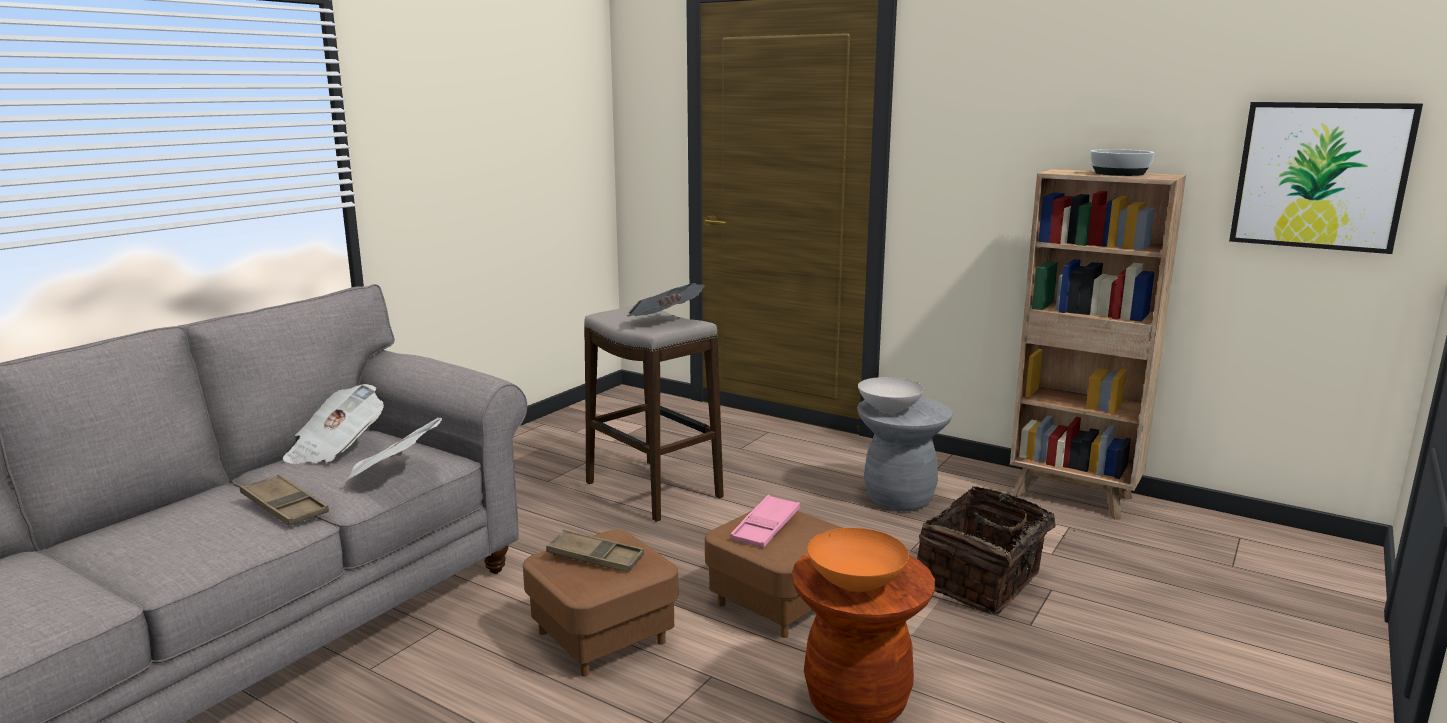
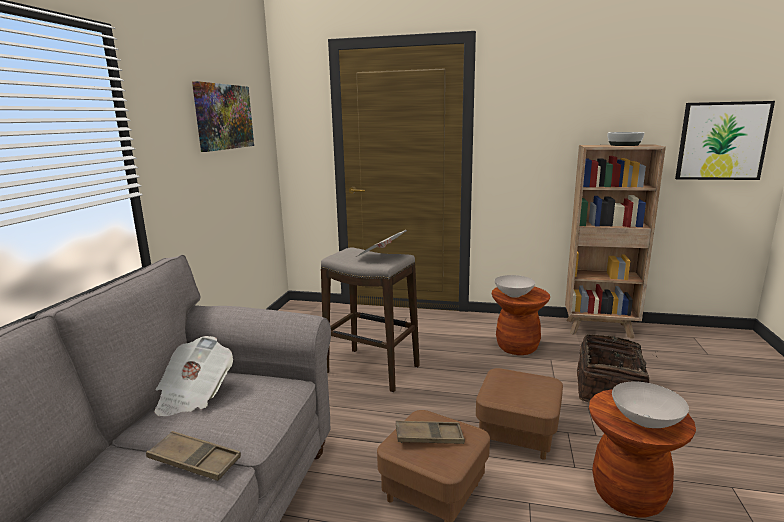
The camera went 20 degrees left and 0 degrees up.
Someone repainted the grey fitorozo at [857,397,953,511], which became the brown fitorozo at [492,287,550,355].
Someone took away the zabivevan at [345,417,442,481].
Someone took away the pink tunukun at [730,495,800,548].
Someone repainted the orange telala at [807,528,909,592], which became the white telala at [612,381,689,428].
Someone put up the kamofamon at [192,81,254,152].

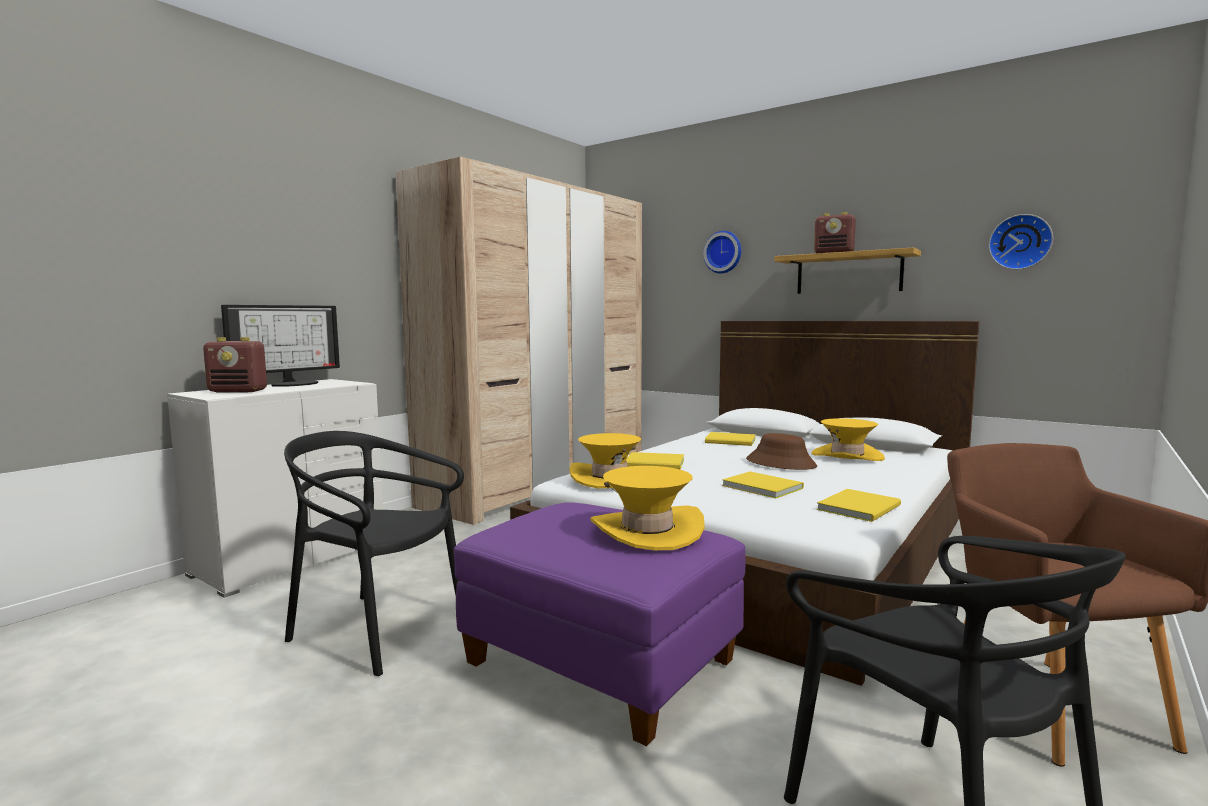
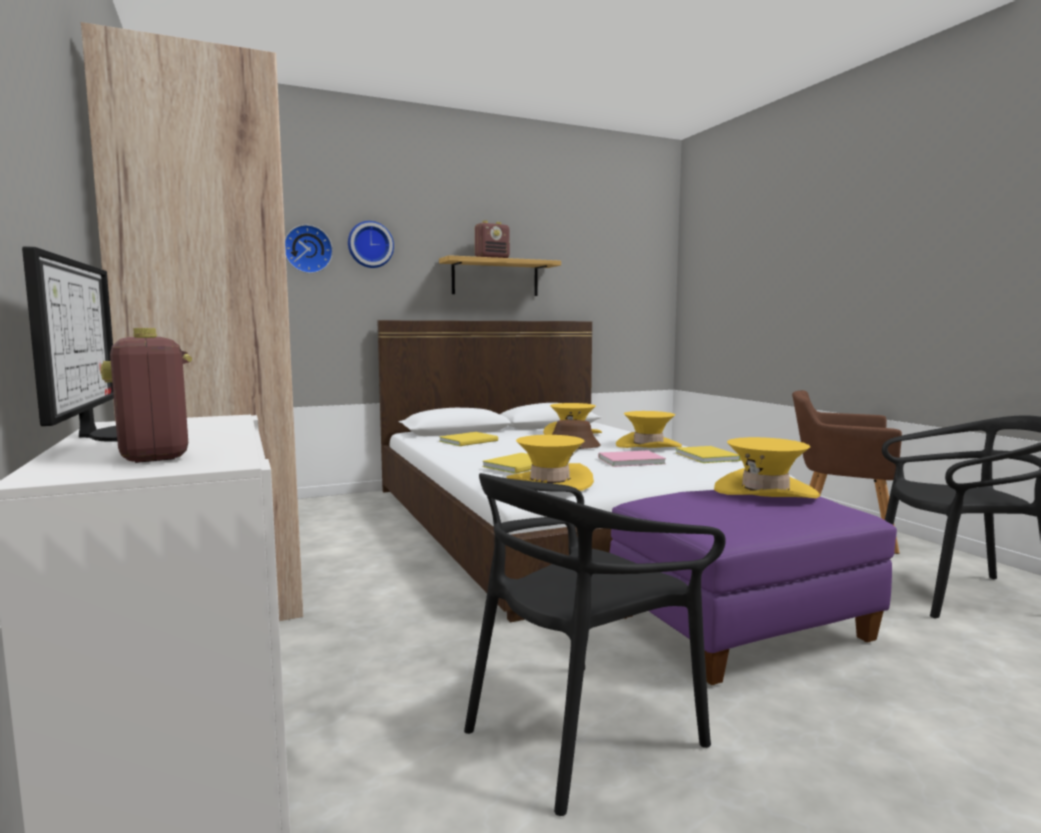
The camera went 60 degrees left and 0 degrees up.
Someone carried the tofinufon from [989,214,1053,270] to [285,225,333,273].
Someone rotated the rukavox at [203,337,267,393] by 120 degrees clockwise.
Someone repainted the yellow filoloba at [722,471,804,498], which became the pink filoloba at [598,450,666,467].
Someone put down the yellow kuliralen at [616,411,682,448].

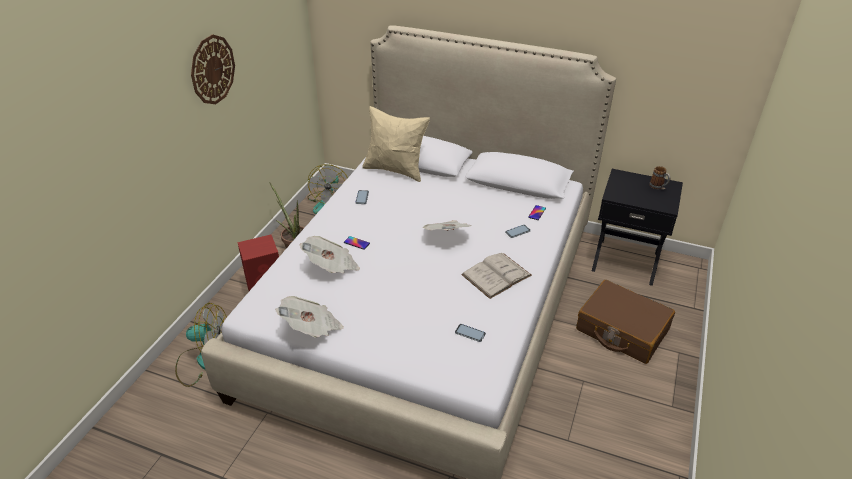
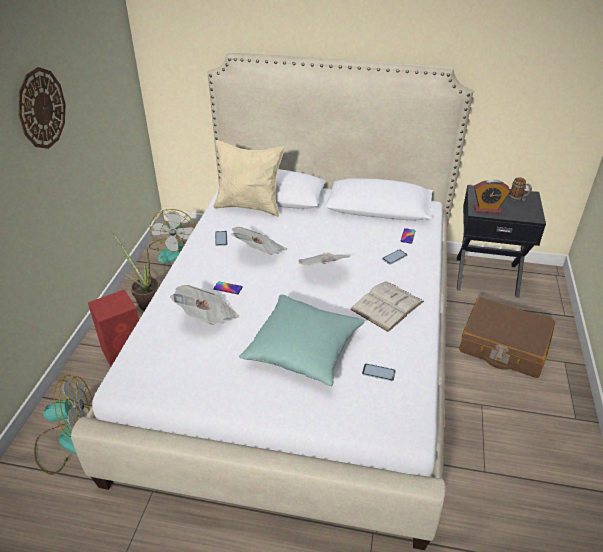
The camera went 10 degrees left and 0 degrees up.
Someone carried the zabivevan from [275,296,344,338] to [231,227,288,255].
Someone put down the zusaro at [474,179,510,214].
Someone put down the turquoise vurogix at [239,295,365,386].

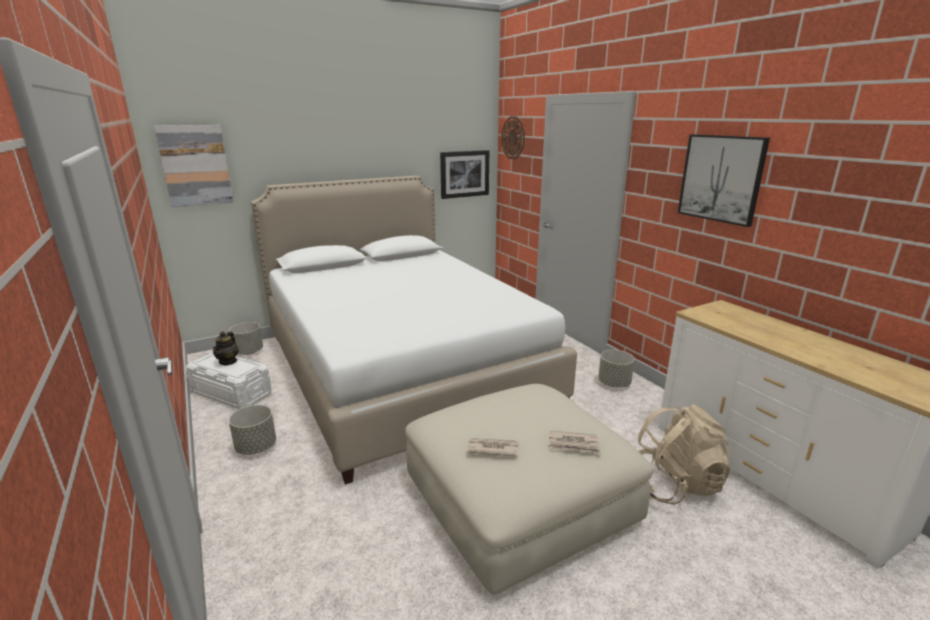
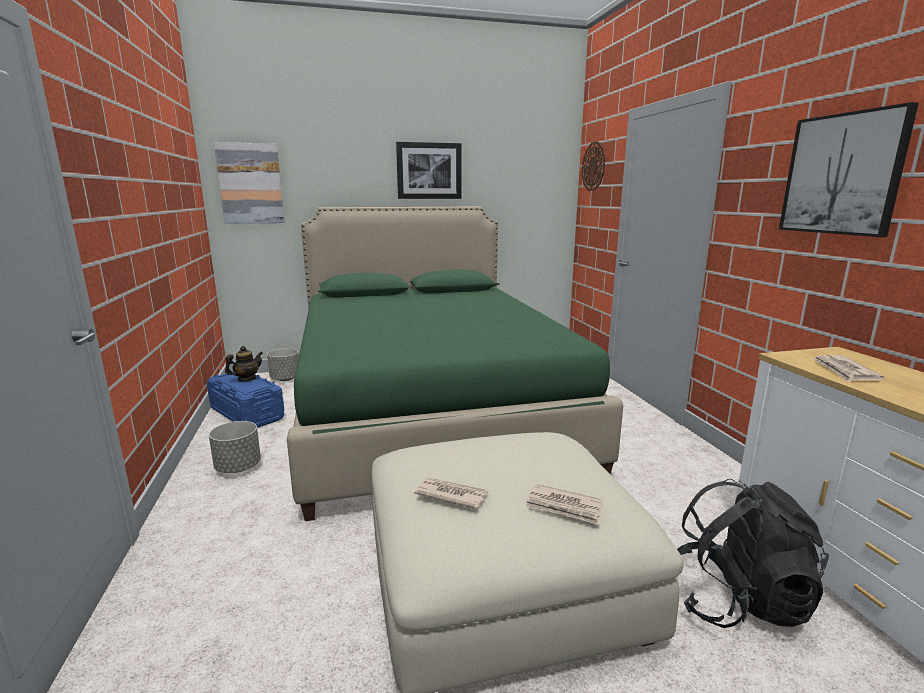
The camera went 15 degrees right and 5 degrees down.
Someone carried the kamofamon from [440,150,489,199] to [396,142,462,199].
Someone repainted the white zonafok at [251,176,577,485], which became the green zonafok at [287,206,623,521].
Someone rotated the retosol at [213,331,239,365] by 150 degrees counterclockwise.
Someone took away the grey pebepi at [598,350,635,388].
Someone repainted the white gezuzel at [186,352,272,409], which became the blue gezuzel at [207,371,284,428].
Someone repainted the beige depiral at [638,404,731,505], which became the black depiral at [677,479,829,628].
Someone put down the zabivevan at [812,355,884,382].

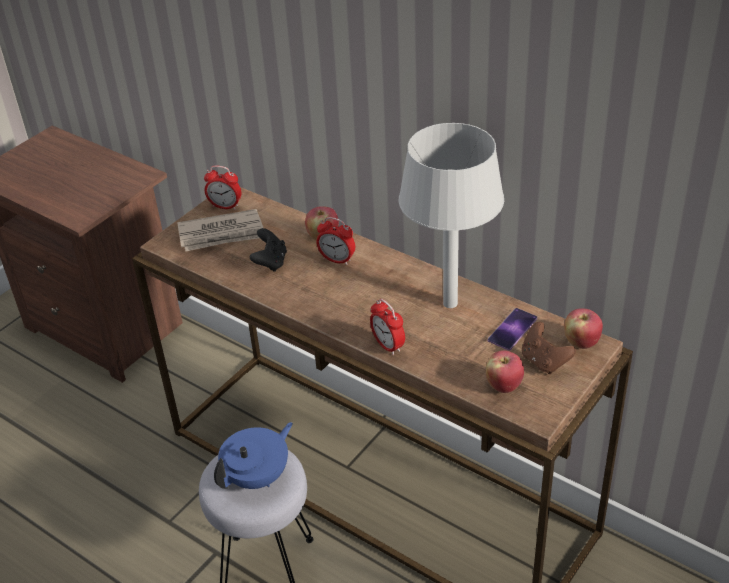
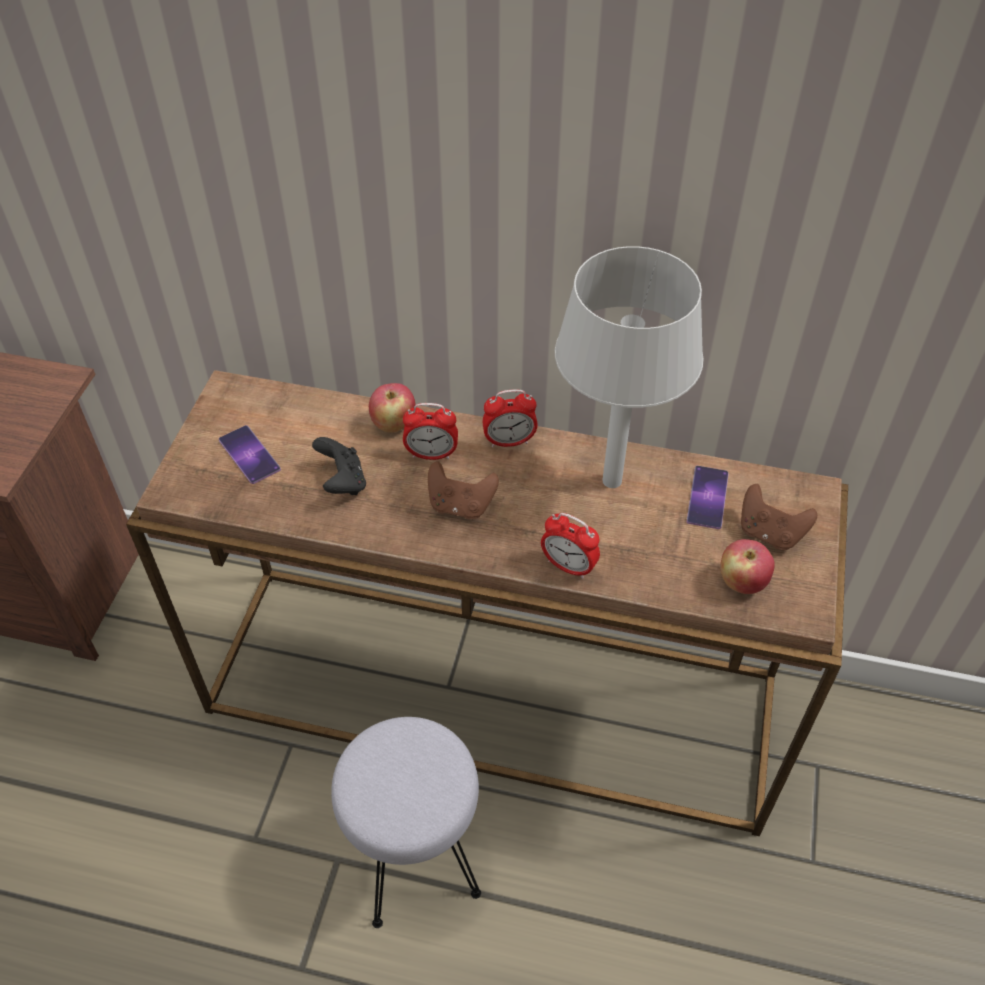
The camera went 25 degrees left and 10 degrees up.
Someone carried the zusaro from [204,165,241,210] to [482,389,538,447].
Someone swapped the zabivevan at [177,209,263,251] for the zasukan at [219,425,281,484].
Someone took away the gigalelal at [564,308,603,349].
Someone took away the blue retosol at [214,422,293,489].
Someone put down the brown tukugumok at [428,461,499,519].

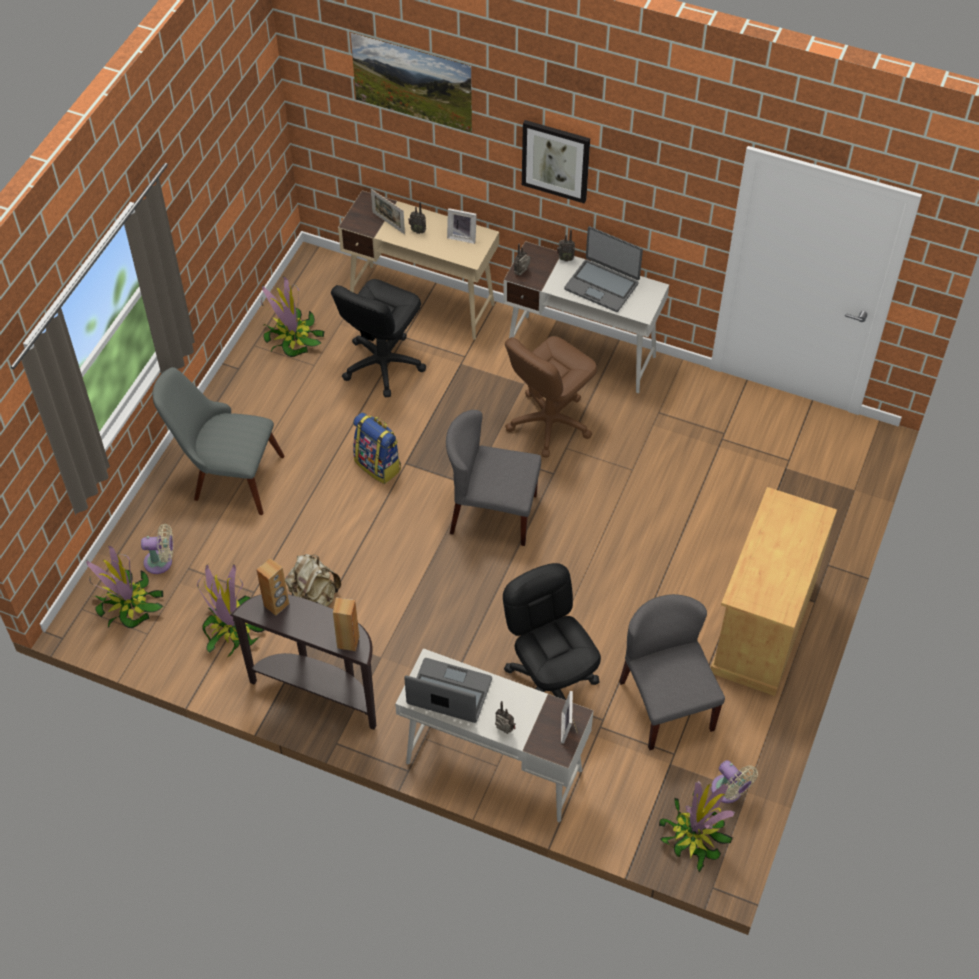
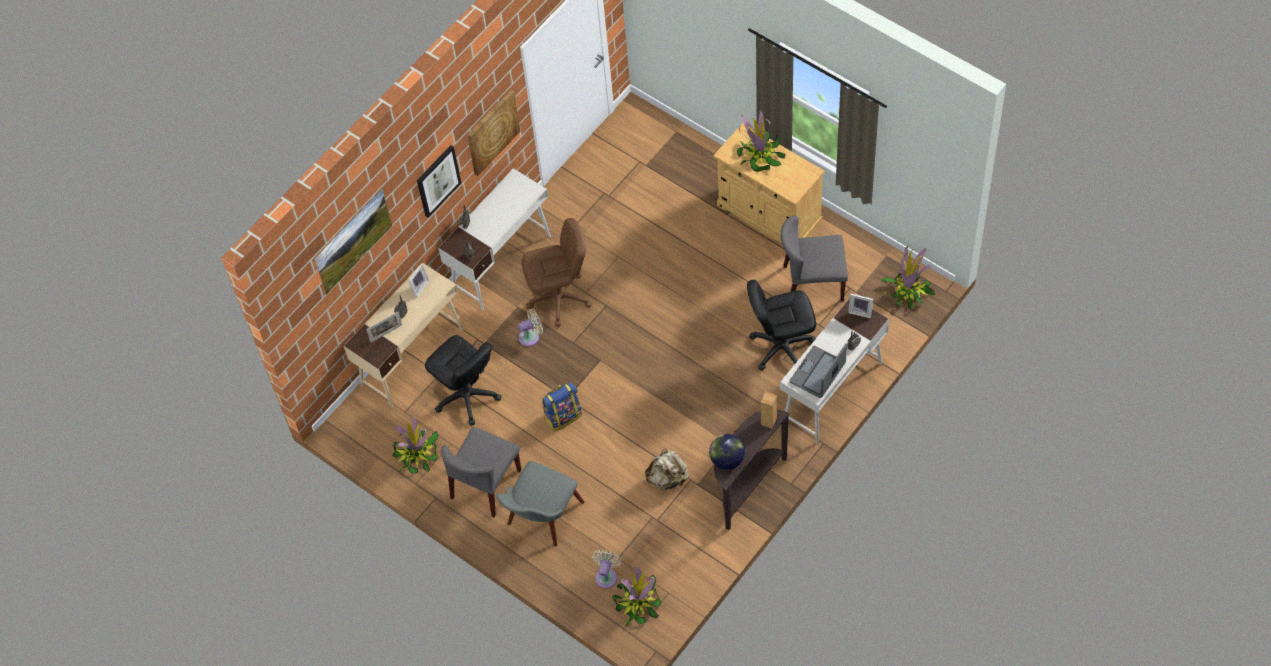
The camera went 70 degrees left and 5 degrees up.
Someone took away the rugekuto at [564,226,643,312].
Someone rotated the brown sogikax at [505,336,597,458] by 75 degrees counterclockwise.
Someone carried the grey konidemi from [446,410,541,546] to [441,427,521,517].
Someone swapped the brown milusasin at [256,558,289,616] for the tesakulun at [709,434,745,470].
Someone carried the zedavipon from [197,564,264,657] to [737,110,786,172].
Someone carried the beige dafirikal from [711,760,758,803] to [518,309,543,347].
Someone put up the kamofamon at [467,89,521,176].

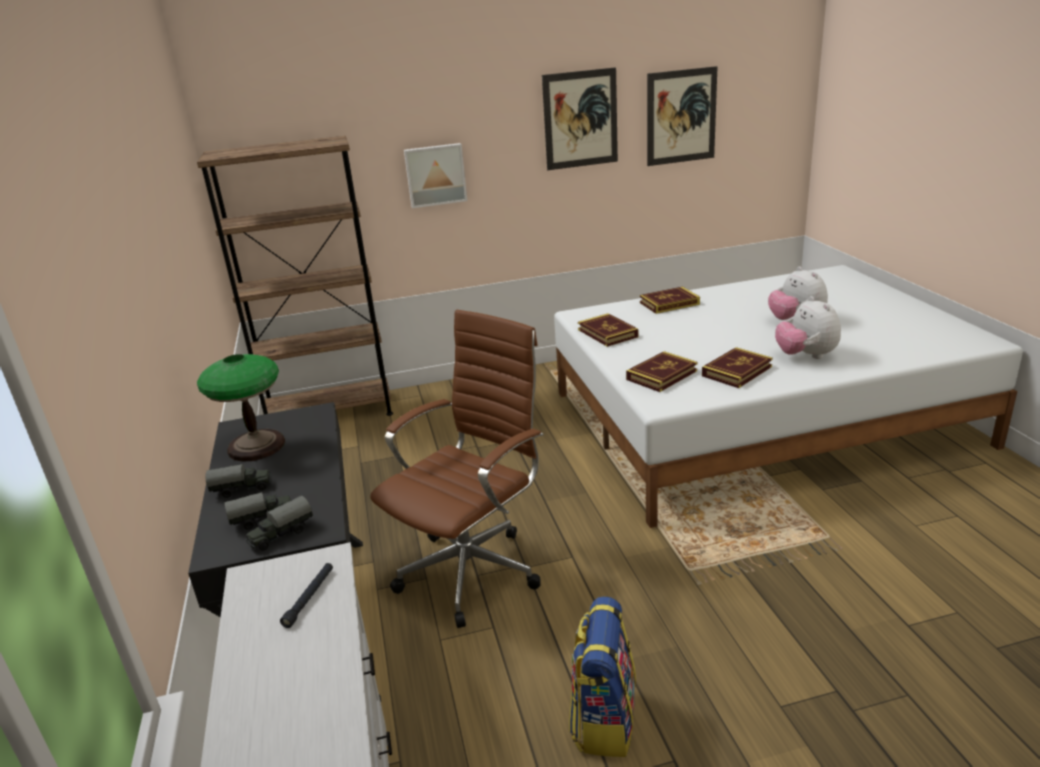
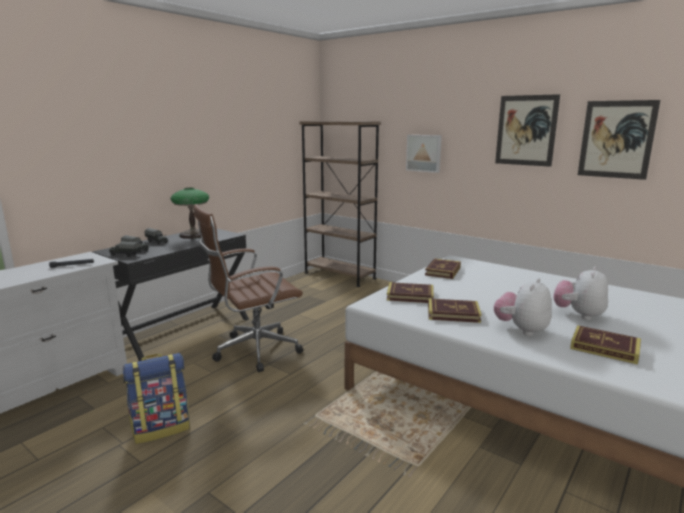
The camera went 50 degrees right and 10 degrees down.
Someone carried the filoloba from [640,287,700,314] to [570,325,641,365].
Someone rotated the brown sogikax at [370,309,543,628] by 150 degrees clockwise.

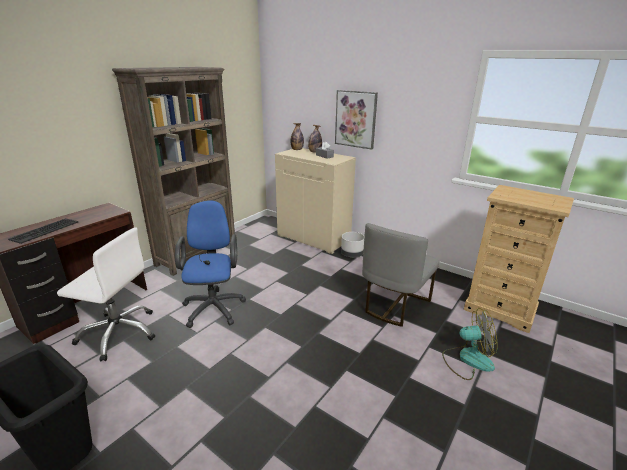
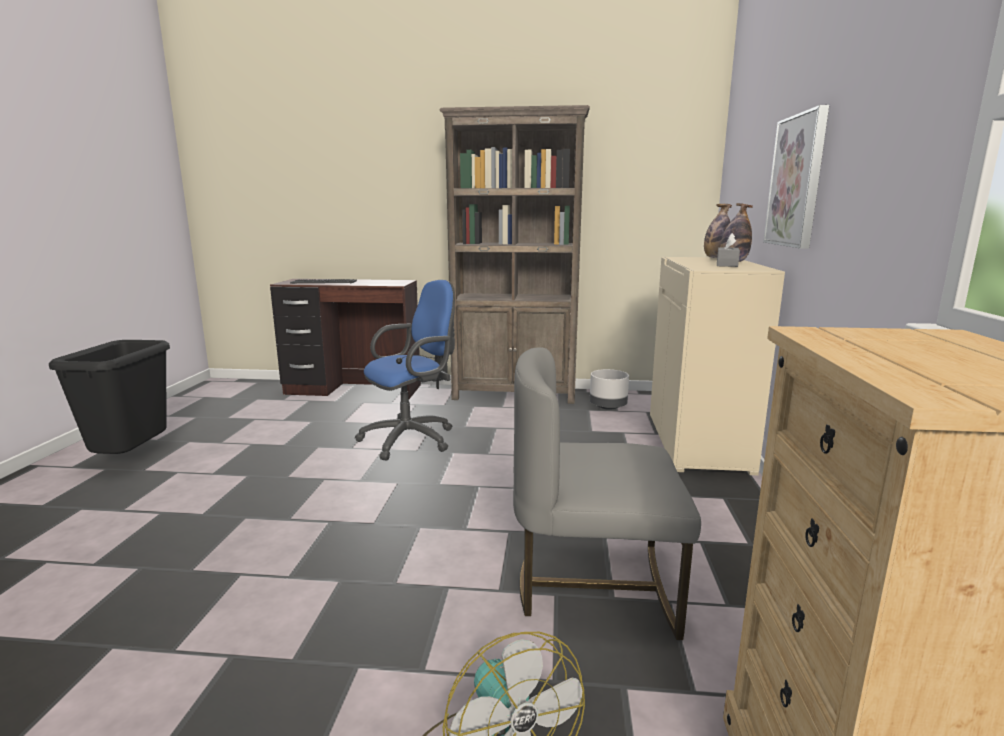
The camera went 60 degrees right and 10 degrees down.
Someone took away the white sogikax at [57,227,155,361].
Someone carried the grey pebepi from [341,232,364,258] to [590,369,629,410].

